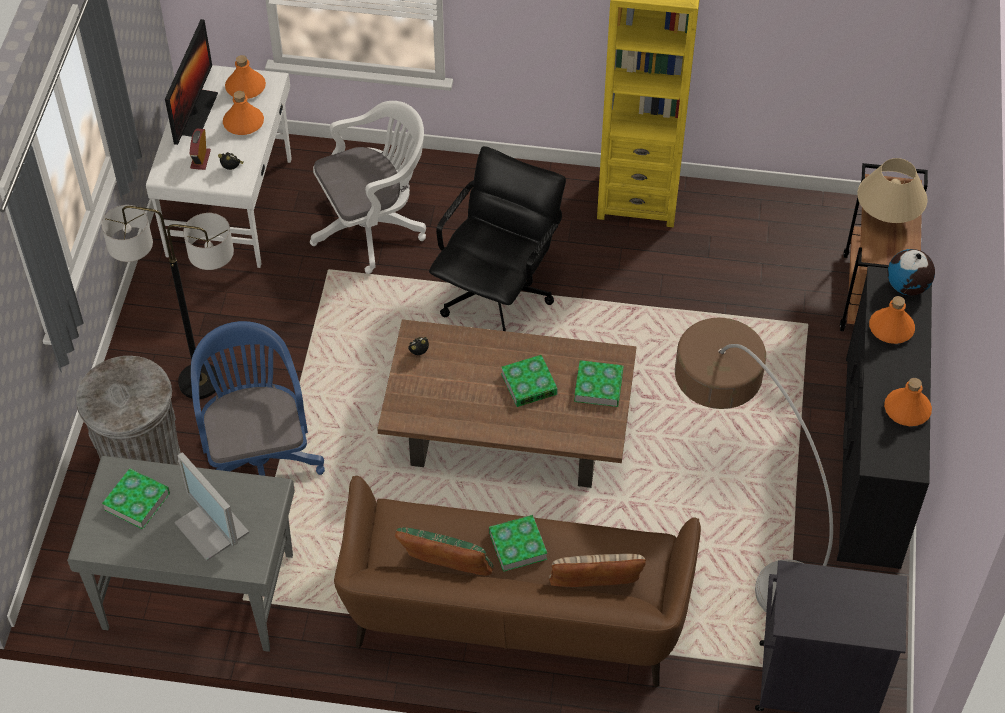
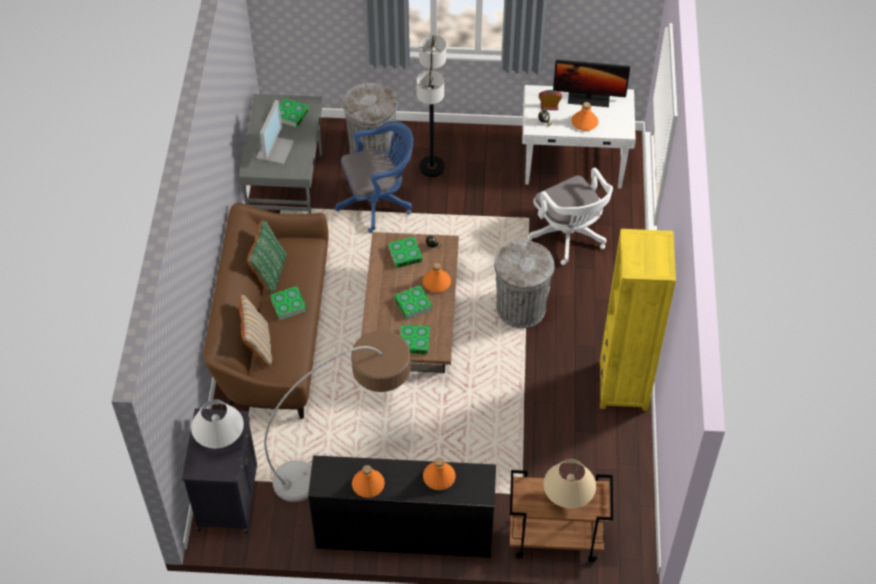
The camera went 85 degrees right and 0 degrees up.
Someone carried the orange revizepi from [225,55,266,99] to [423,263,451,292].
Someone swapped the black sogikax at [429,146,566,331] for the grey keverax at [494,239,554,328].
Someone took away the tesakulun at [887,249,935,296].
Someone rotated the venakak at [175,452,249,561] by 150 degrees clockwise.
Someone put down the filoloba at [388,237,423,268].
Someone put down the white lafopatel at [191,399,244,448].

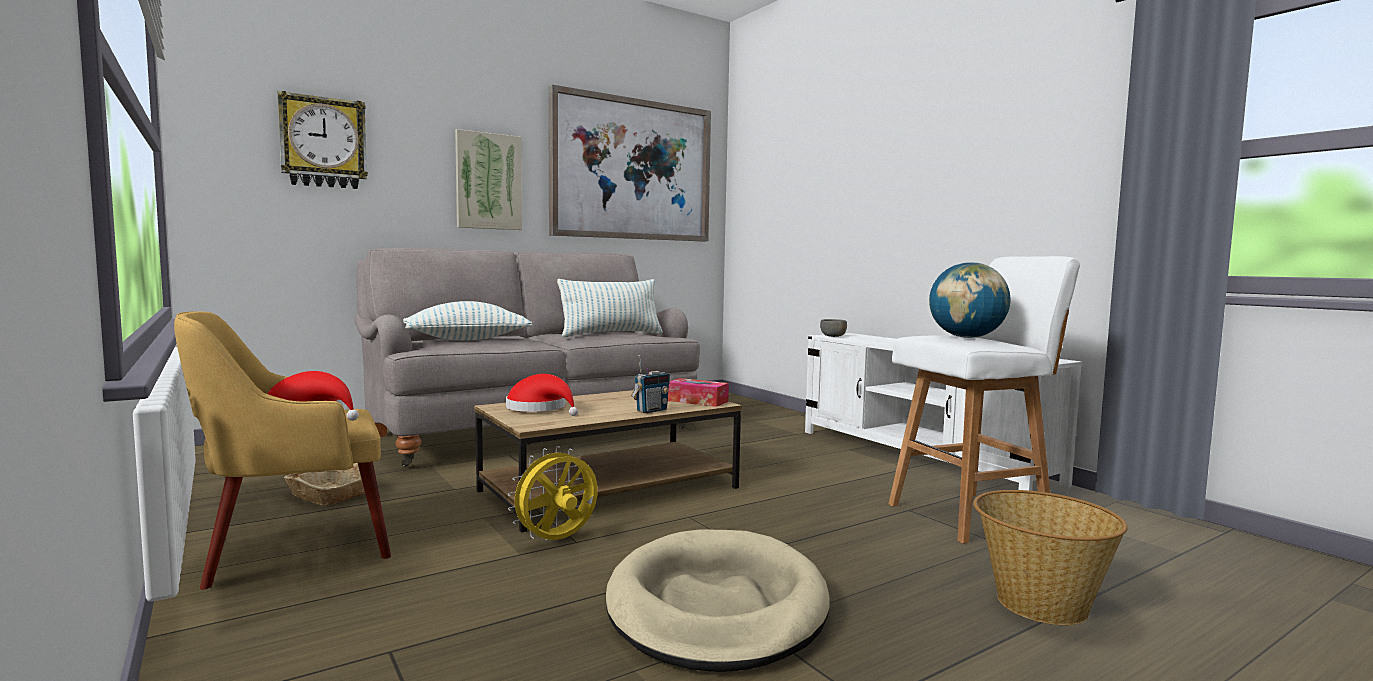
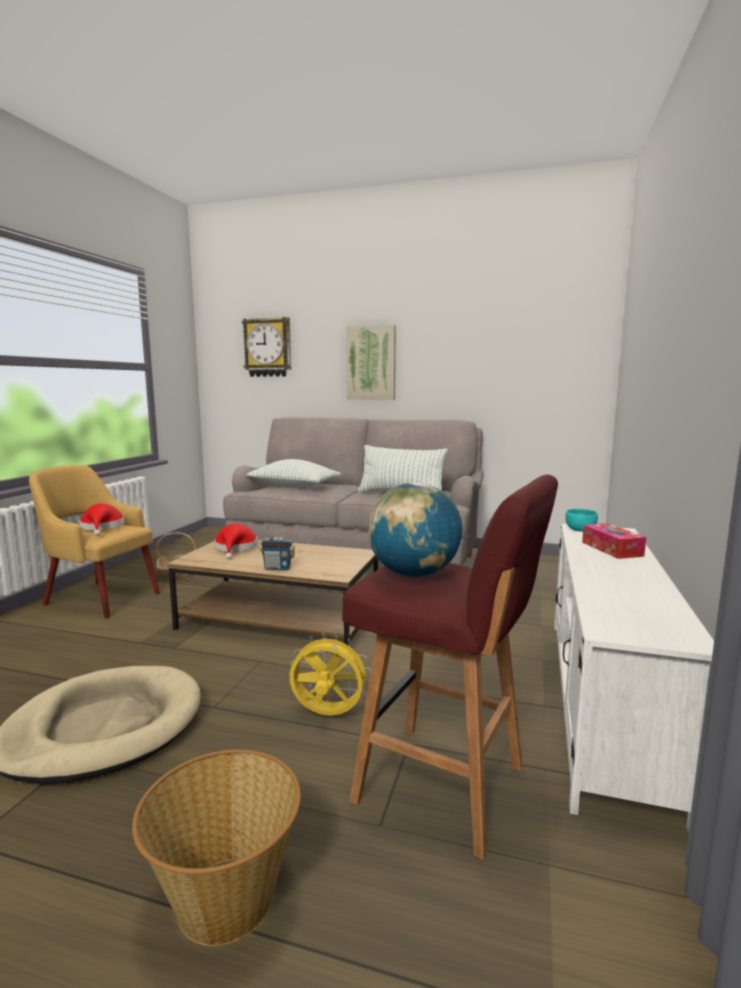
The camera went 50 degrees right and 5 degrees up.
Someone took away the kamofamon at [548,85,711,241].
Someone repainted the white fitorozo at [889,256,1080,544], which became the red fitorozo at [342,474,558,859].
Someone repainted the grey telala at [820,319,847,337], which became the turquoise telala at [566,509,598,531].
Someone carried the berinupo from [668,378,729,407] to [582,523,646,559].
Someone carried the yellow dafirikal from [508,446,598,540] to [290,633,371,716].

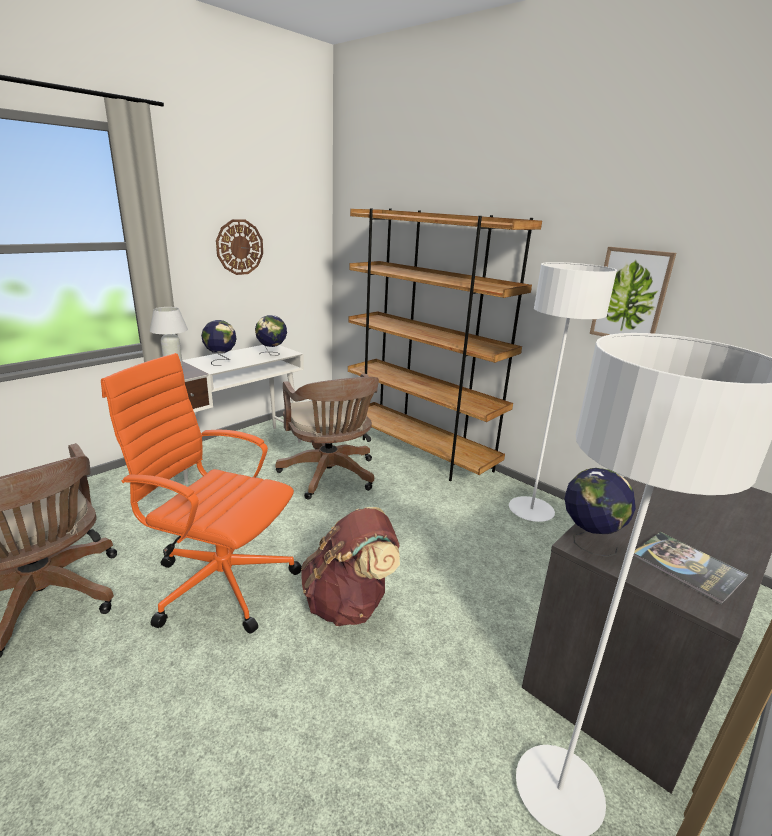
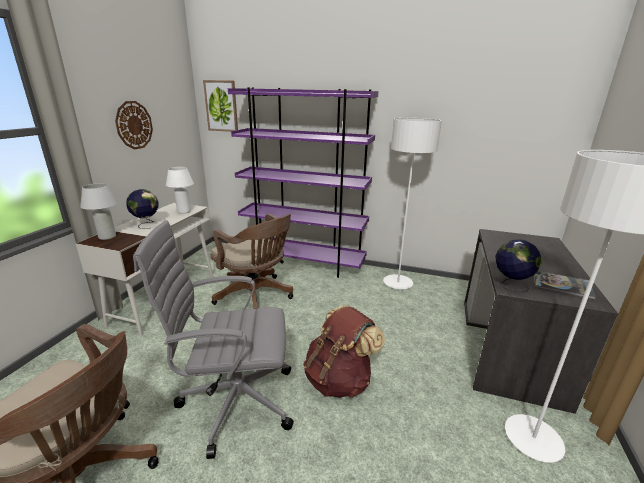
The camera went 25 degrees left and 0 degrees up.
Someone repainted the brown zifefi at [348,208,542,481], which became the purple zifefi at [228,87,379,278].
Someone carried the kamofamon from [590,247,676,336] to [203,80,238,132].
Someone swapped the tesakulun at [255,315,287,356] for the white lafopatel at [166,167,194,214].
Someone repainted the orange sogikax at [101,353,302,633], which became the grey sogikax at [133,220,294,459].

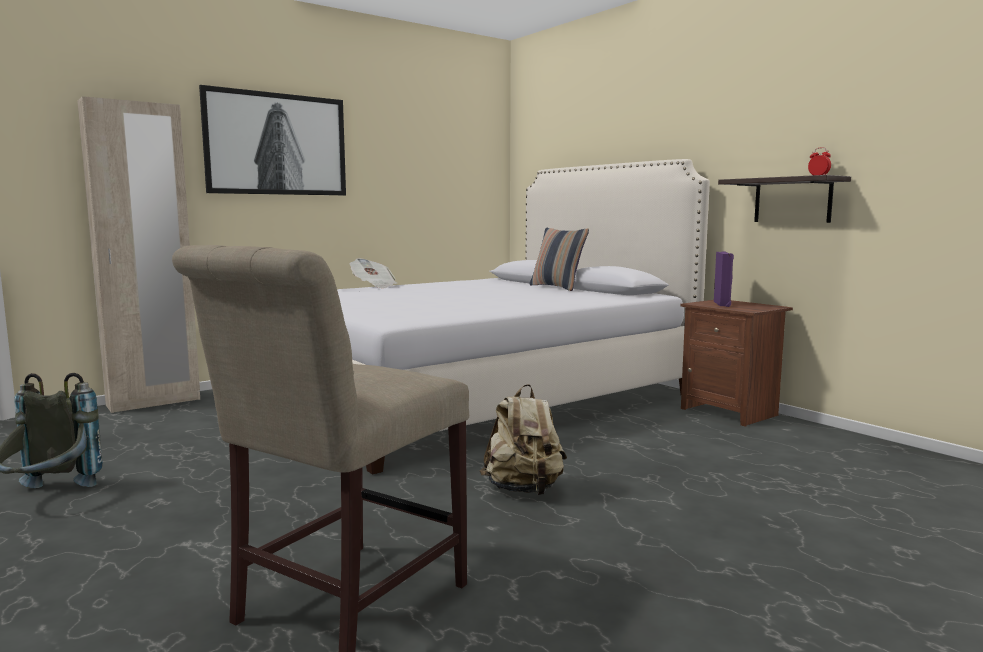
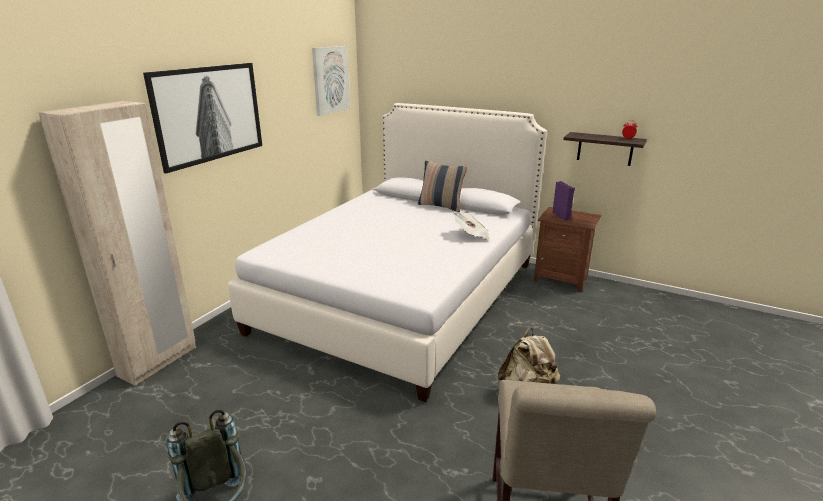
The camera went 25 degrees left and 15 degrees up.
Someone carried the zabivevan from [350,258,397,288] to [453,212,490,241].
Someone put up the kamofamon at [312,46,350,116].

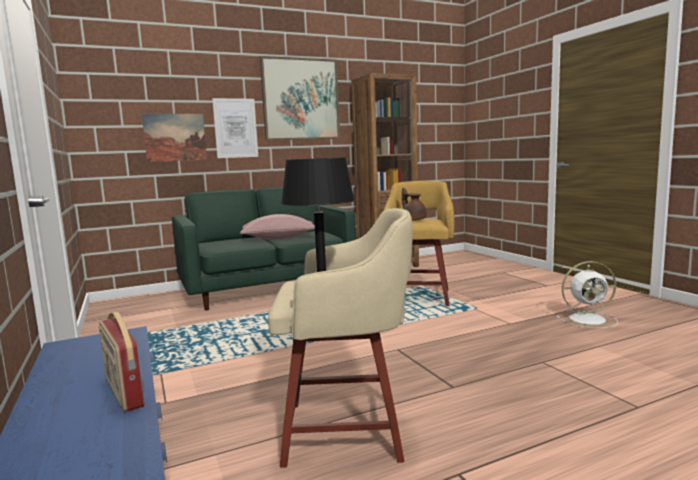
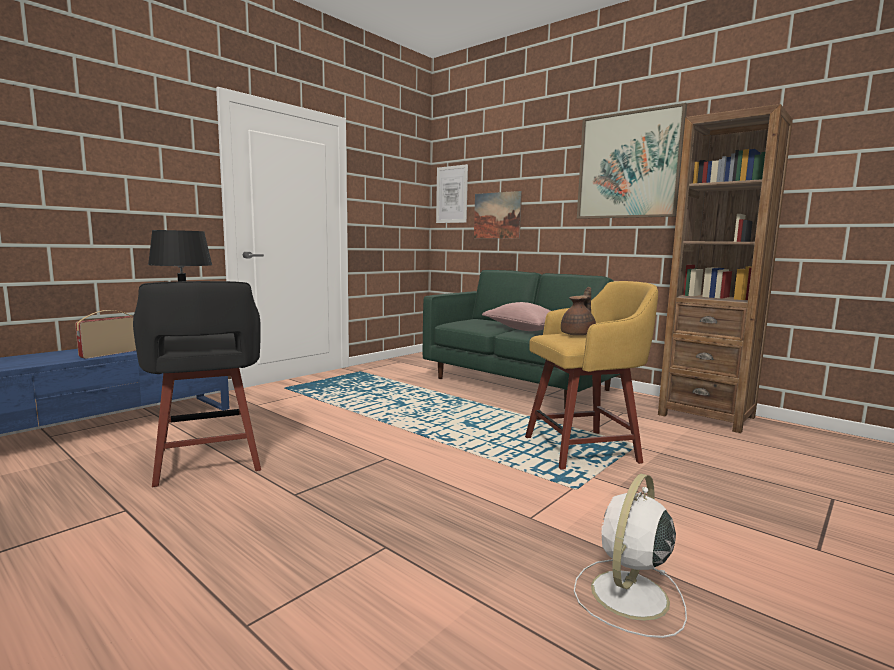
The camera went 65 degrees right and 0 degrees up.
Someone carried the kamofamon from [212,98,258,158] to [436,164,468,223].
Someone repainted the beige fitorozo at [268,208,413,468], which became the black fitorozo at [133,281,261,487].
Someone rotated the white dafirikal at [556,261,618,328] by 60 degrees clockwise.

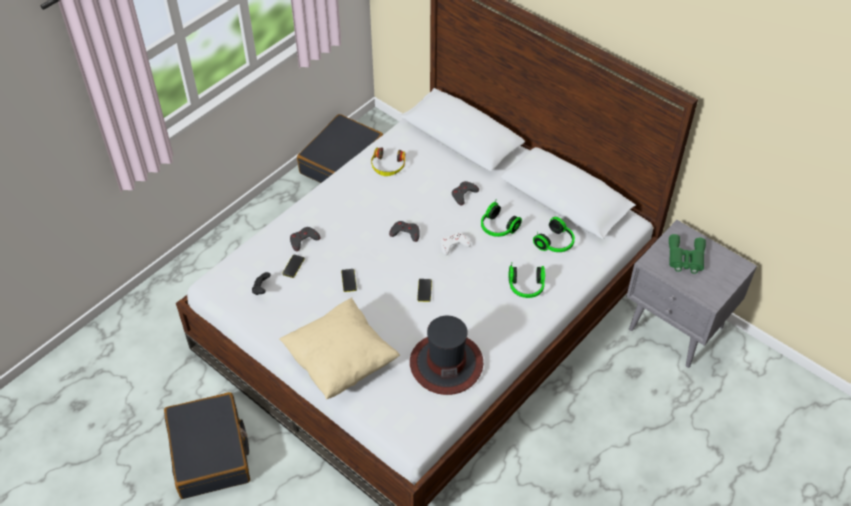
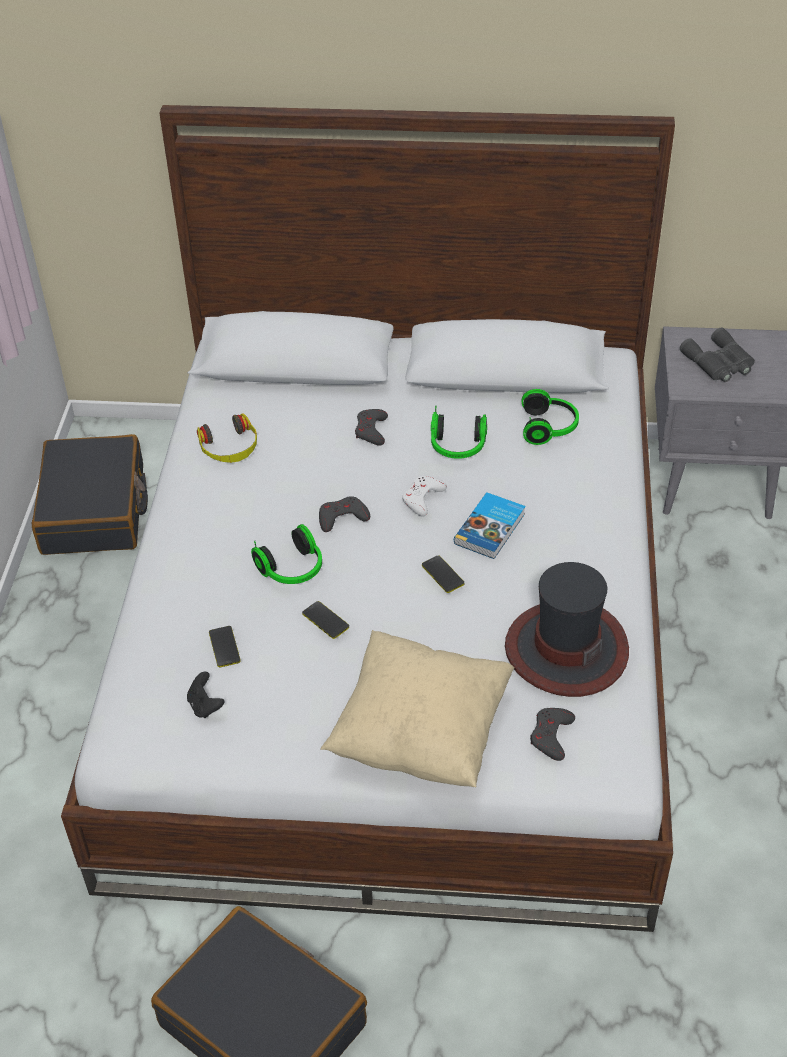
The camera went 35 degrees left and 5 degrees down.
Someone carried the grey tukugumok from [290,227,321,251] to [530,708,575,761].
Someone repainted the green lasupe at [669,234,706,274], which became the grey lasupe at [680,328,755,382].
Someone carried the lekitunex from [508,262,545,298] to [251,524,322,584].
Someone put down the filoloba at [454,492,525,559].

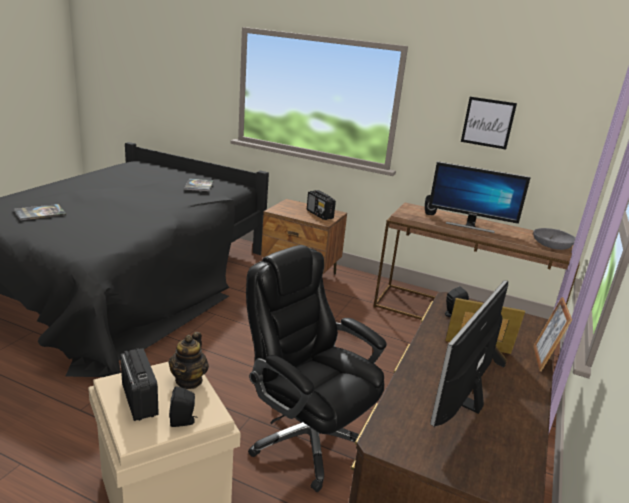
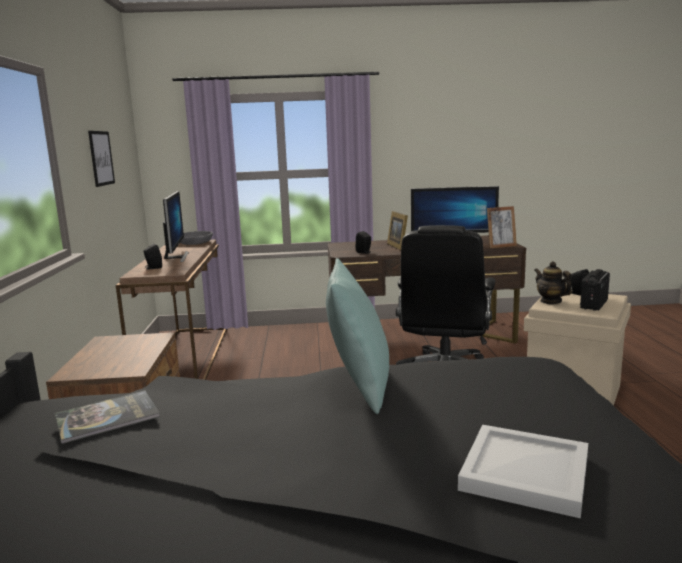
The camera went 115 degrees left and 10 degrees down.
Someone took away the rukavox at [307,190,336,220].
Someone swapped the filoloba at [14,204,67,221] for the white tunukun at [458,425,588,518].
Someone carried the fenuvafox from [533,297,572,372] to [487,206,517,248].
Someone rotated the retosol at [169,332,209,389] by 105 degrees counterclockwise.
Someone put down the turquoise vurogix at [326,258,389,414].

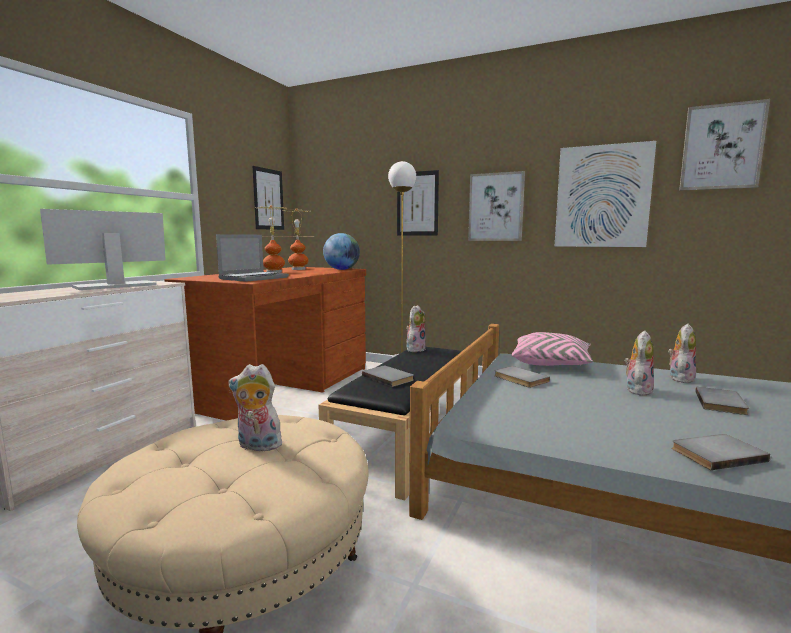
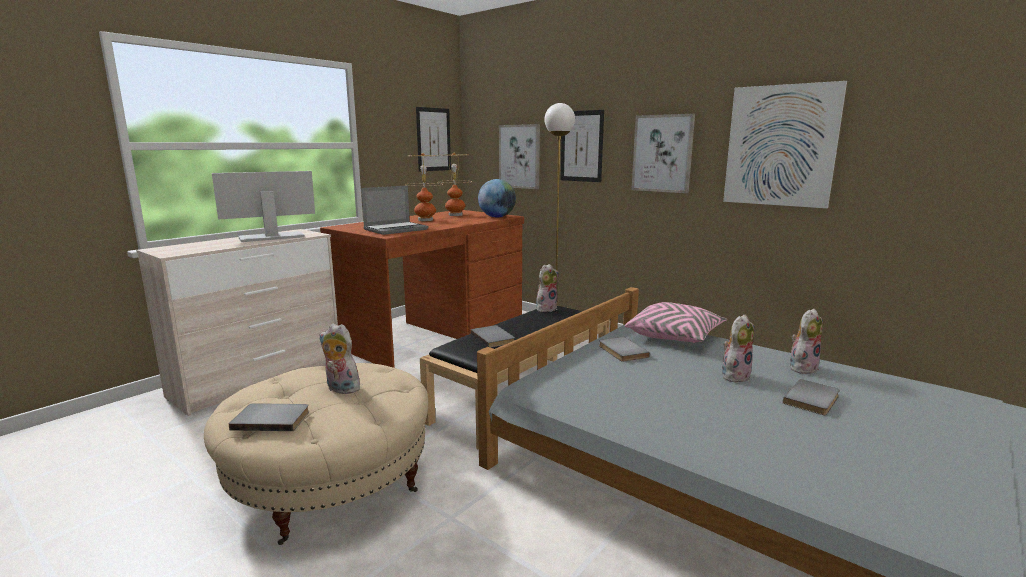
The camera went 15 degrees right and 5 degrees up.
Someone carried the kamofamon from [679,99,770,191] to [499,124,540,189].
Someone carried the grey filoloba from [672,434,770,470] to [229,403,309,431].

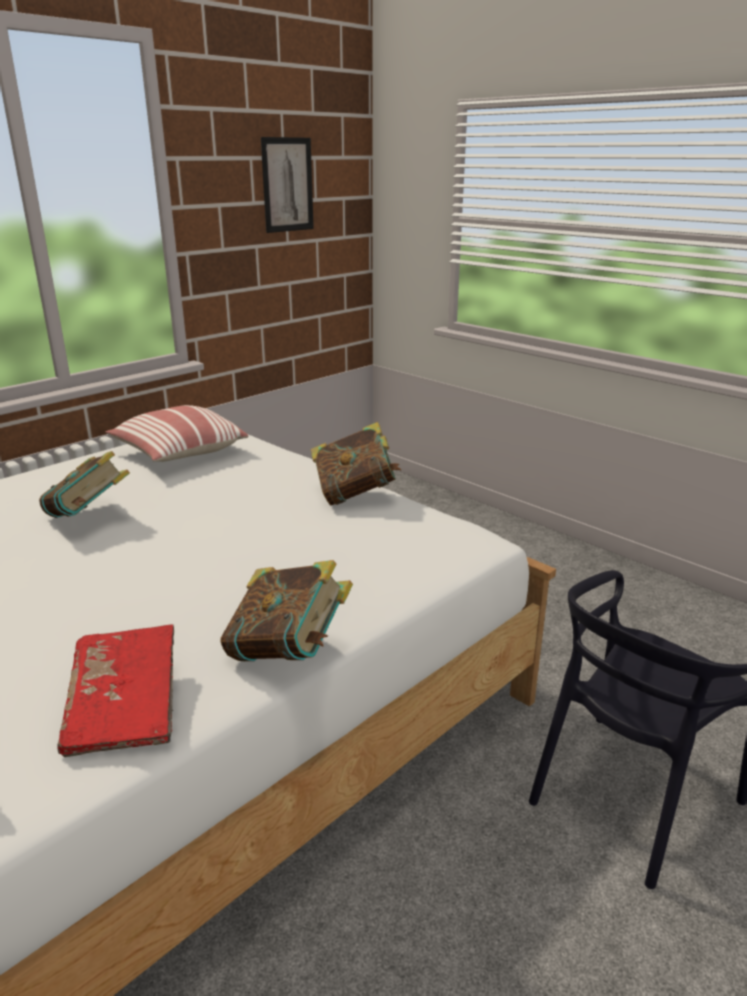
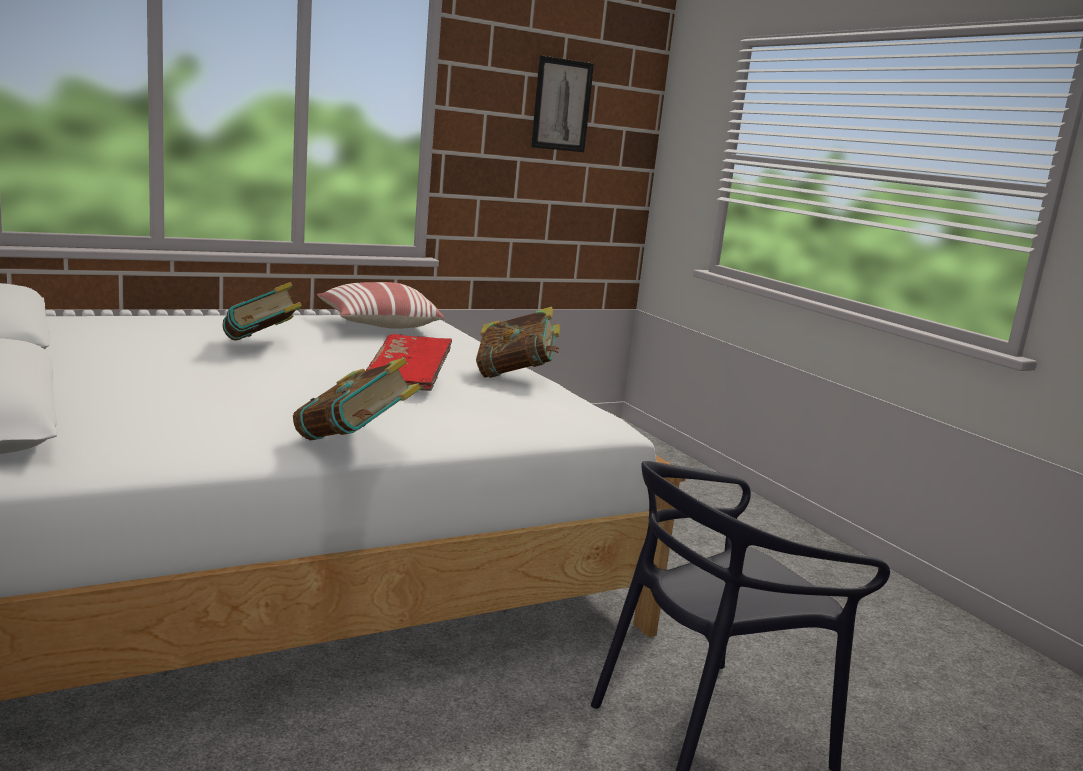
The camera went 15 degrees right and 10 degrees down.
Someone carried the red filoloba from [58,624,174,757] to [365,334,452,391].

